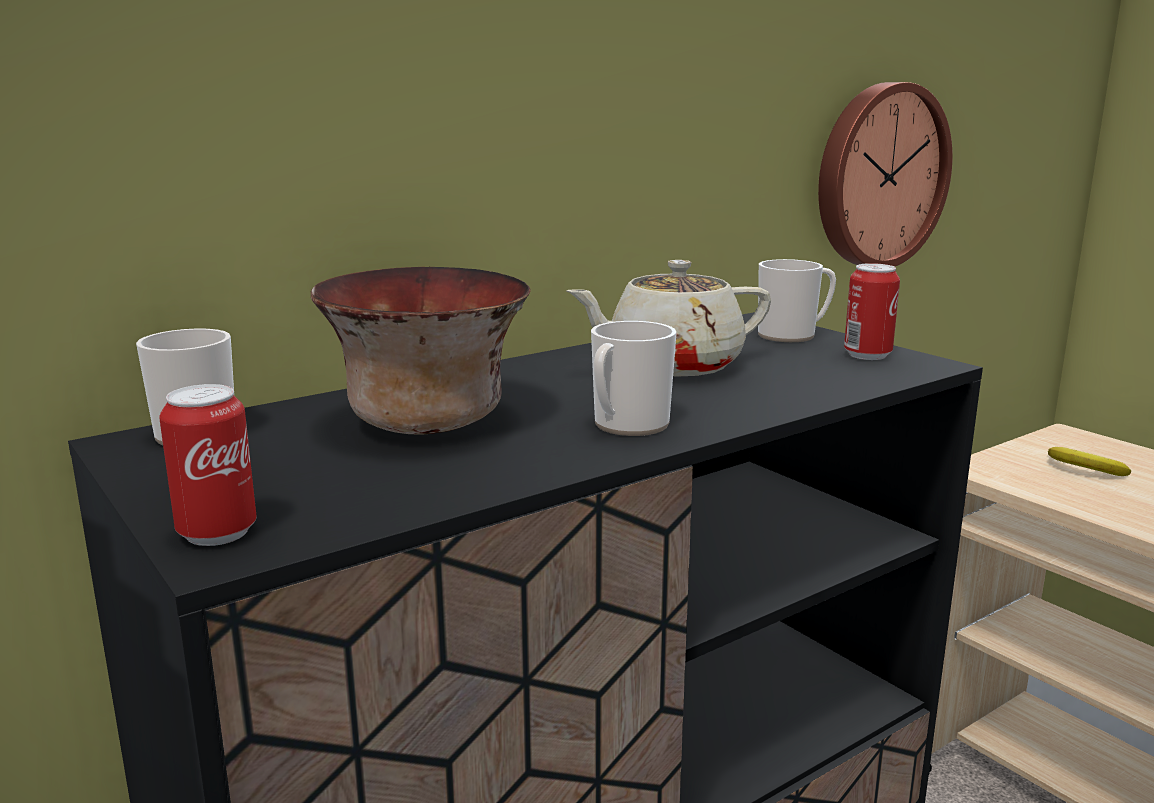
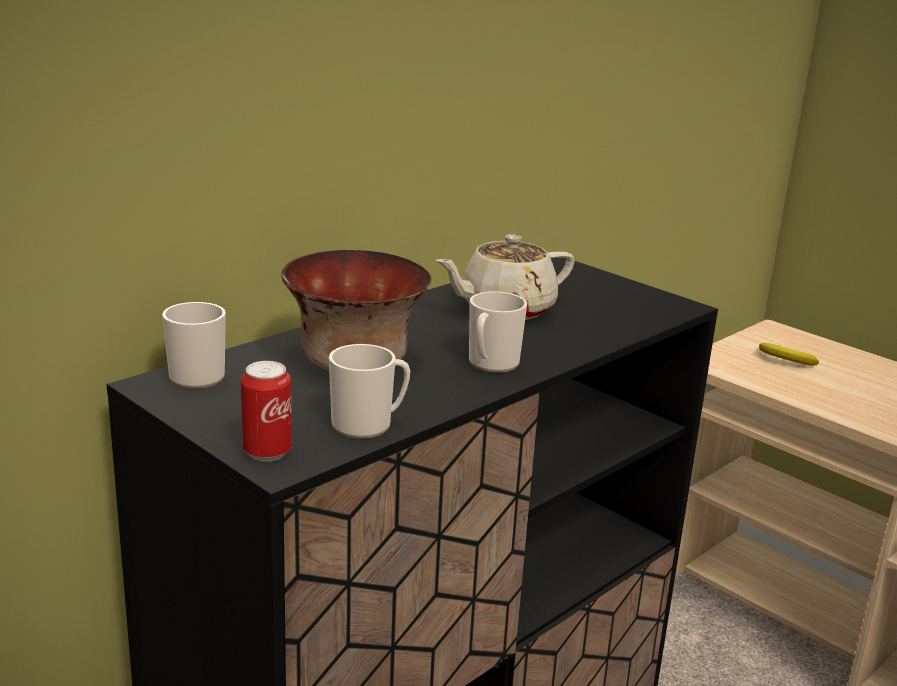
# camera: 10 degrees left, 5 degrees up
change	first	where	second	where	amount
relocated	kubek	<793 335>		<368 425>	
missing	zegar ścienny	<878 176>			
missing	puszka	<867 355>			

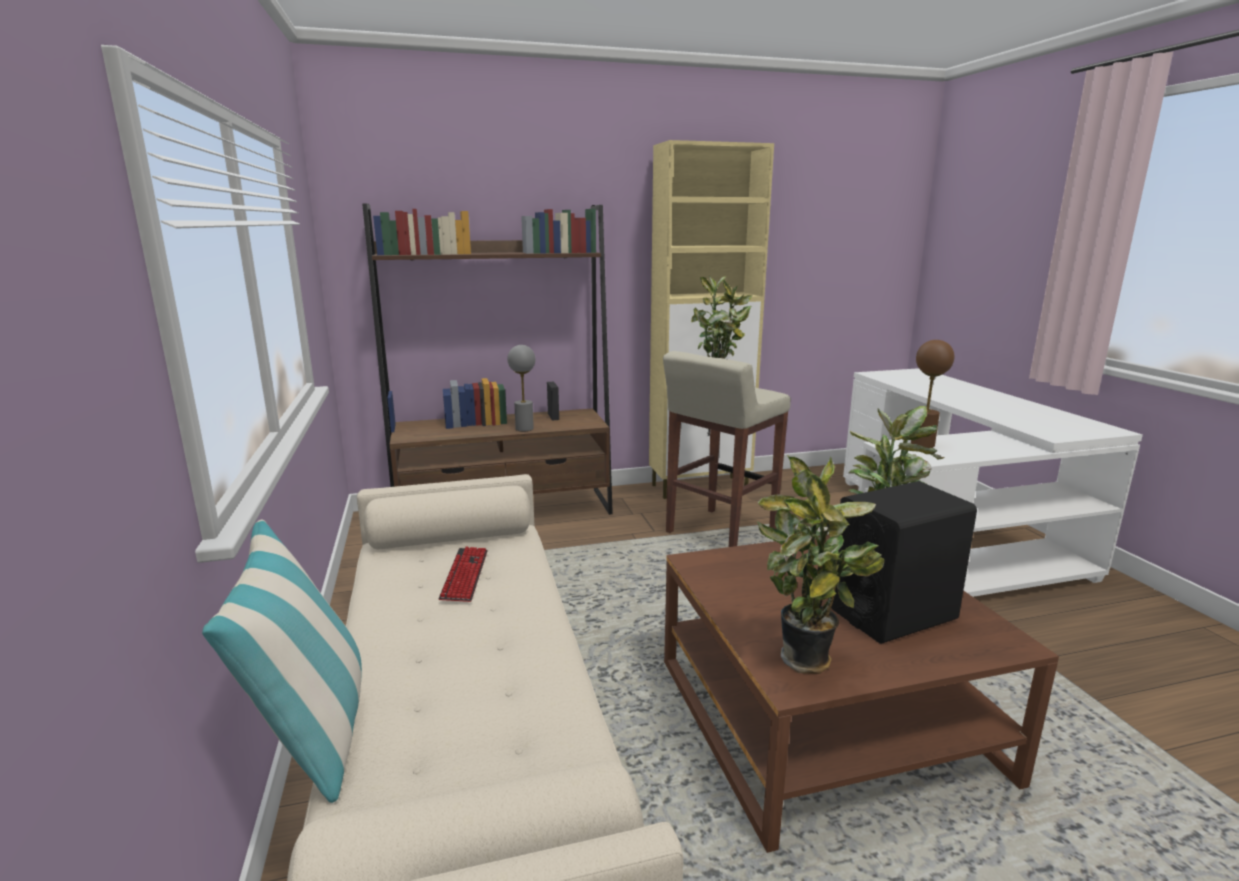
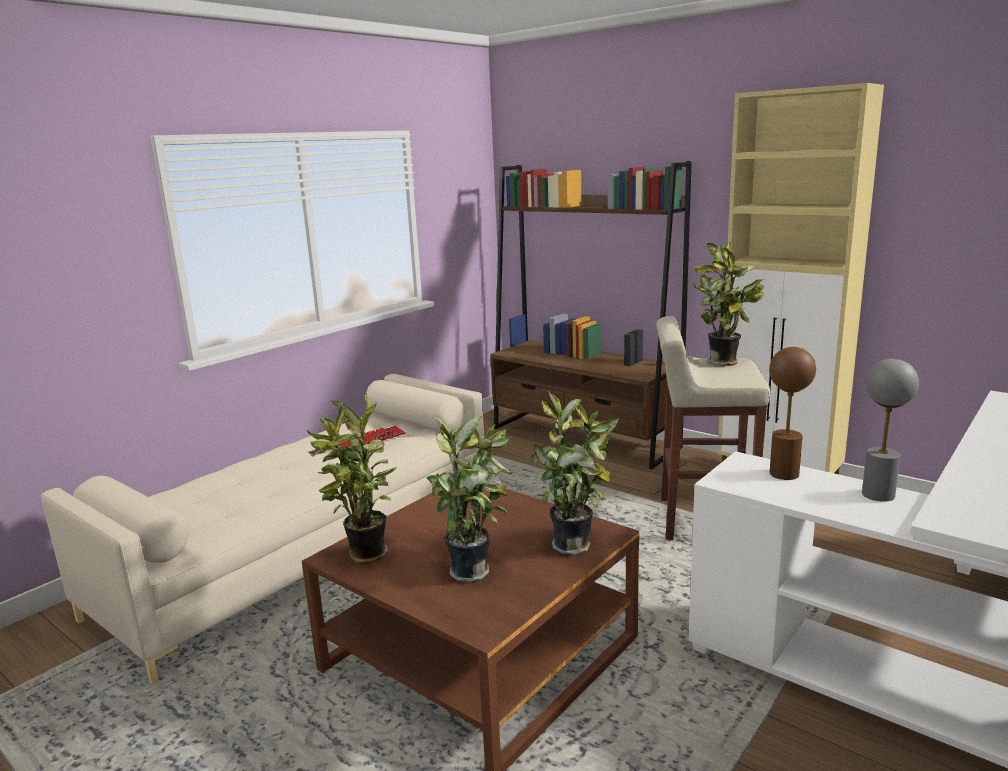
# camera: 55 degrees right, 0 degrees up
change	first	where	second	where	amount
missing	poduszka	<313 734>			
relocated	lampa stołowa [szary]	<524 428>		<877 494>	
exchanged	głośnik [czarny]	<893 614>	roślina doniczkowa	<474 570>	

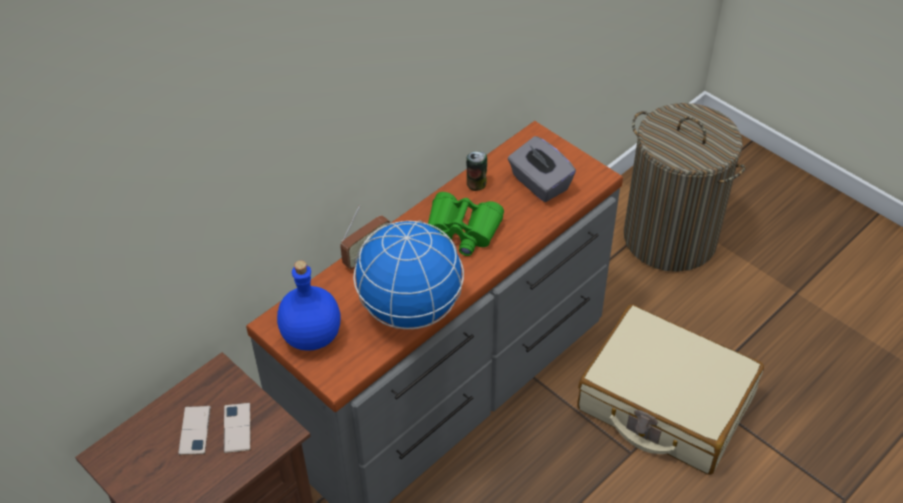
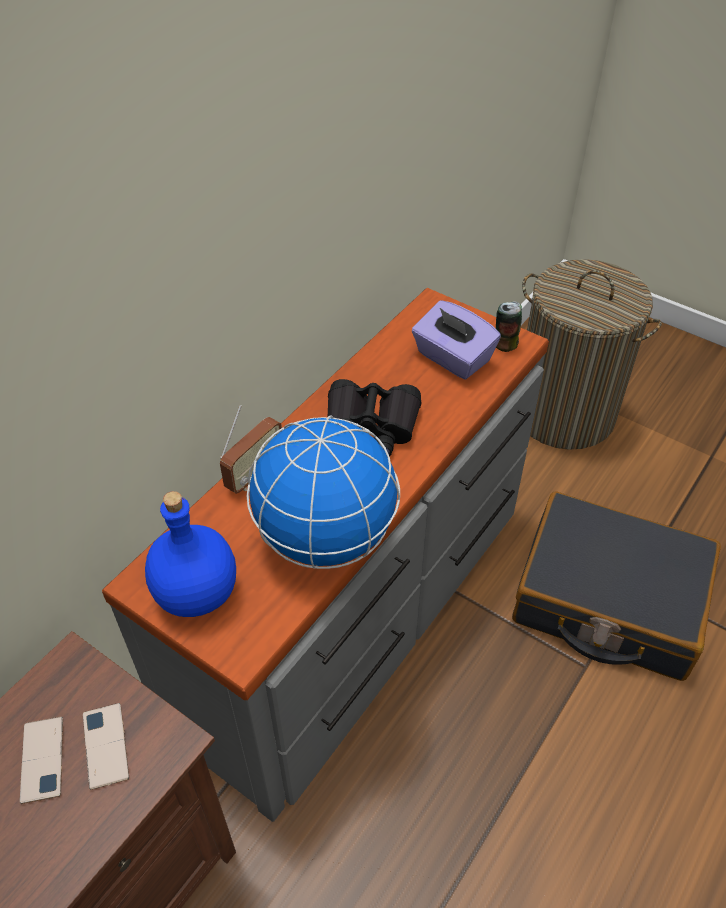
# camera: 10 degrees left, 0 degrees up
change	first	where	second	where	amount
colour	lornetka [zielony]	<462 231>	lornetka [czarny]	<371 427>	
relocated	puszka	<476 184>		<505 344>	
colour	pudełko chusteczek [szary]	<539 183>	pudełko chusteczek [fioletowy]	<452 358>	
colour	walizka [beżowy]	<665 403>	walizka [czarny]	<608 600>	

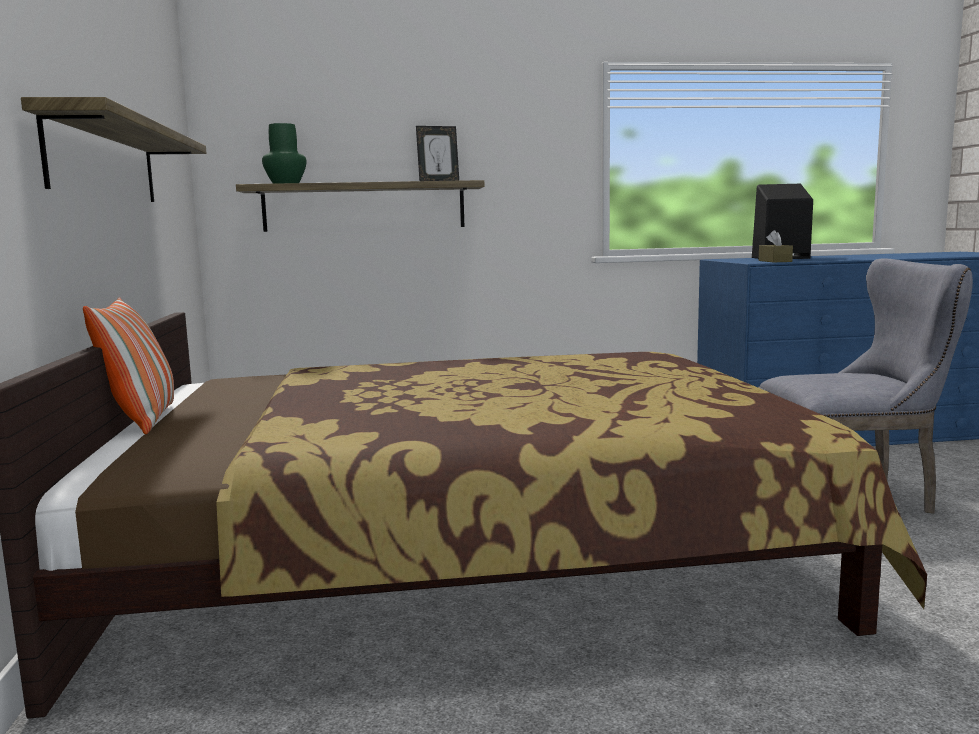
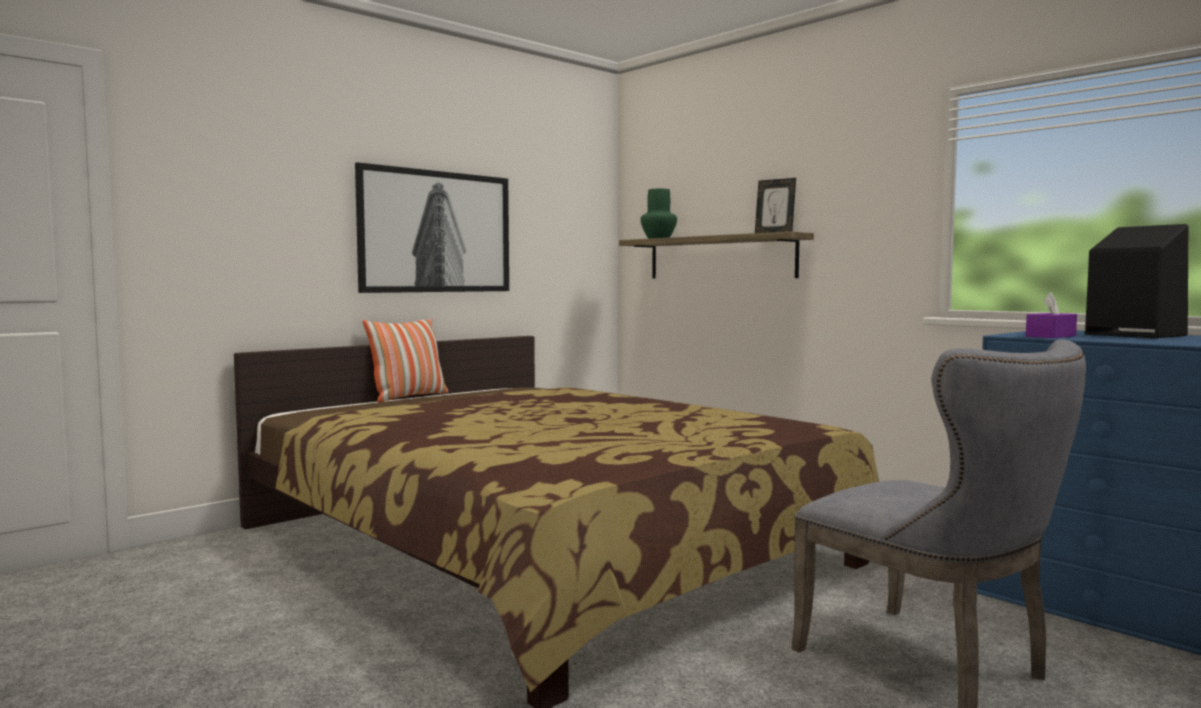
# camera: 55 degrees right, 5 degrees down
change	first	where	second	where	amount
exchanged	półka	<105 162>	obraz	<435 232>	
colour	pudełko chusteczek [brązowy]	<775 261>	pudełko chusteczek [fioletowy]	<1050 336>	

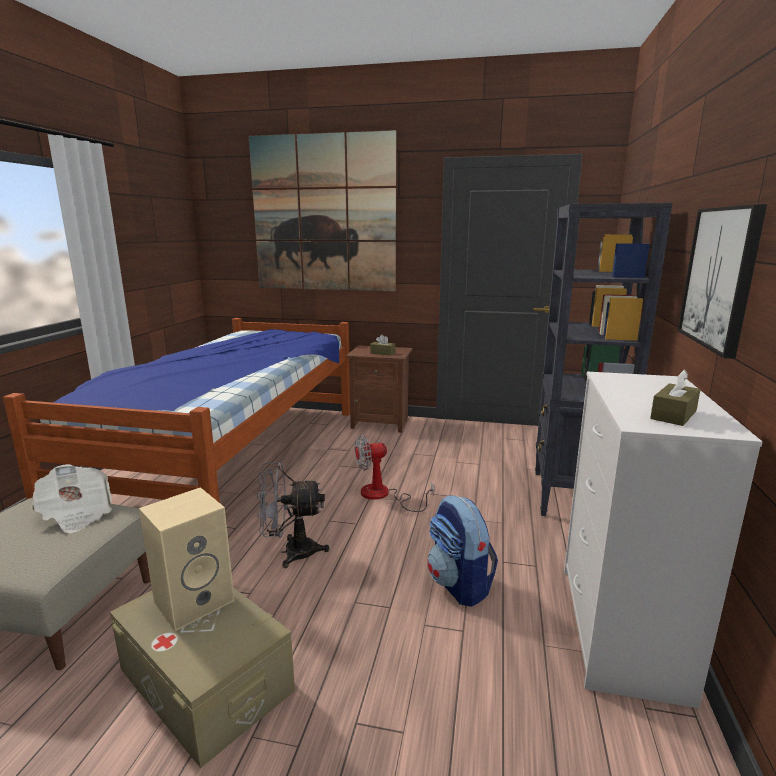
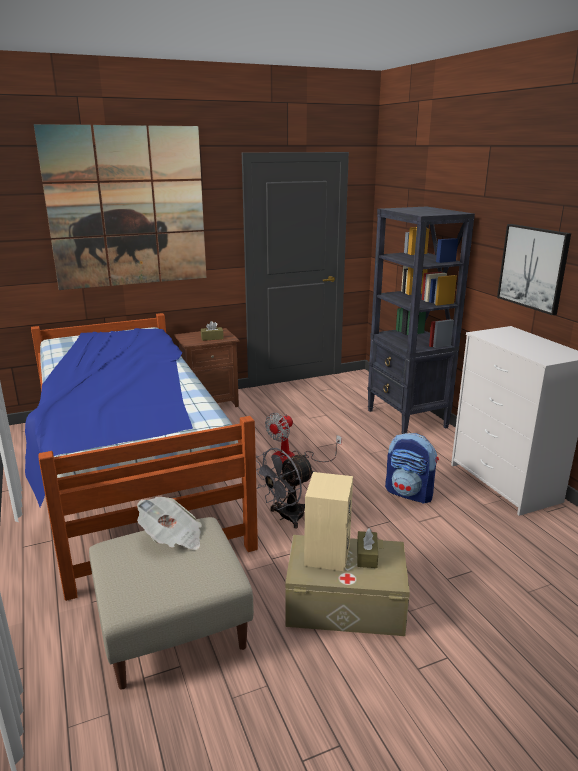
# camera: 35 degrees left, 5 degrees up
change	first	where	second	where	amount
relocated	pudełko chusteczek [brązowy]	<673 415>		<367 555>	

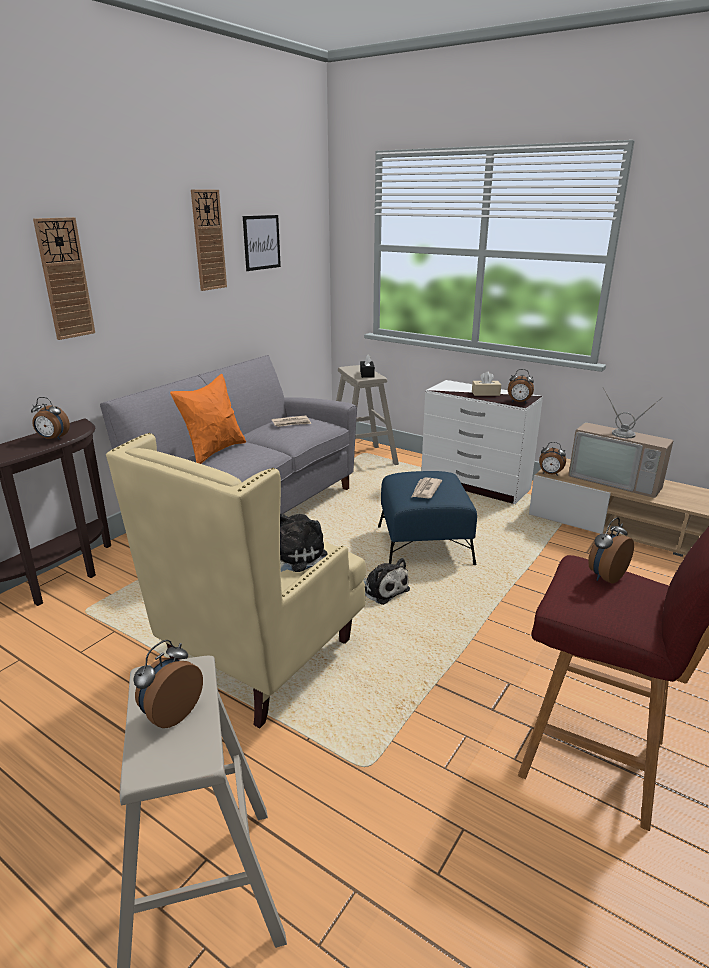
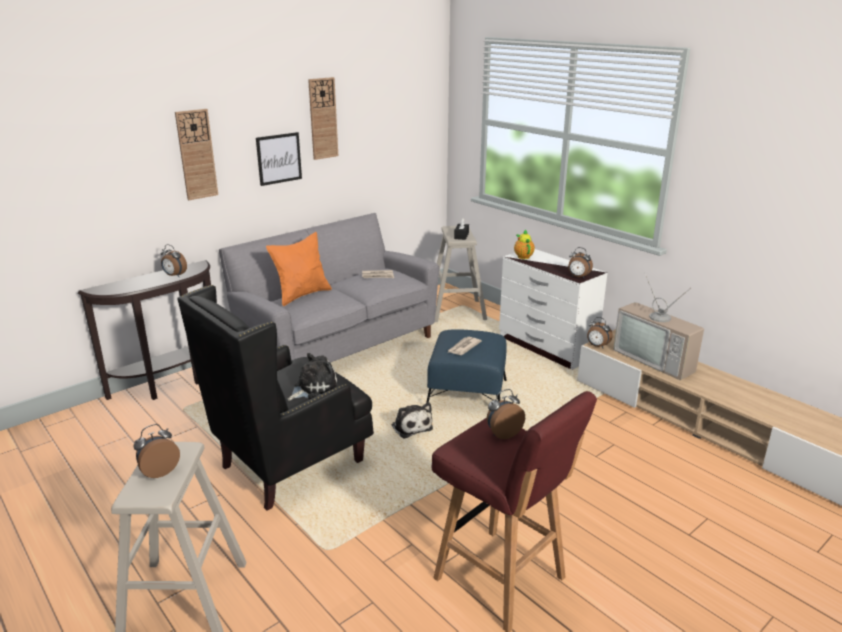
# camera: 15 degrees right, 0 degrees up
change	first	where	second	where	amount
colour	fotel [beżowy]	<262 661>	fotel [czarny]	<290 465>	
relocated	obraz	<261 242>		<279 158>	
missing	pudełko chusteczek [beżowy]	<485 393>			
appeared			imbryk	<523 256>	

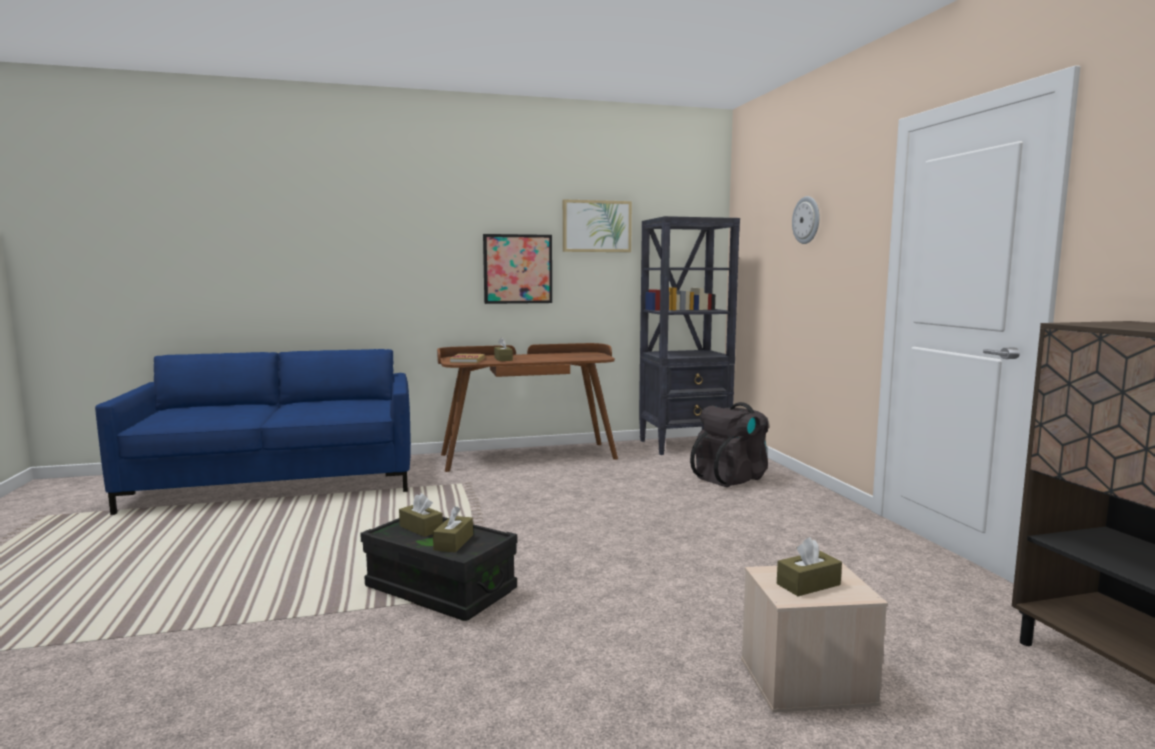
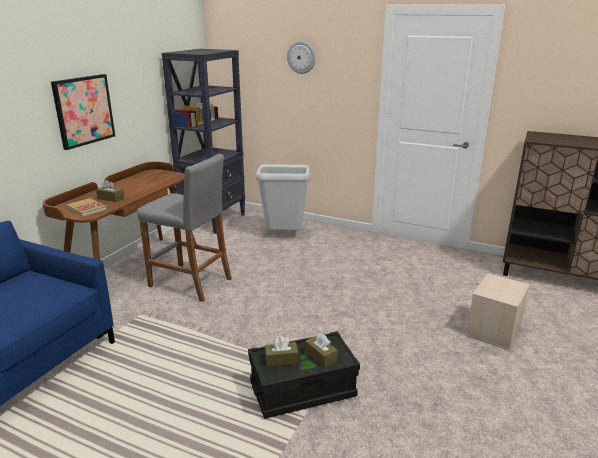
# camera: 50 degrees left, 15 degrees up
change	first	where	second	where	amount
missing	obraz	<596 226>			
exchanged	plecak [czarny]	<731 478>	kosz na śmieci [szary]	<283 236>	
missing	pudełko chusteczek [brązowy]	<808 584>			
appeared			stołek [szary]	<191 282>	

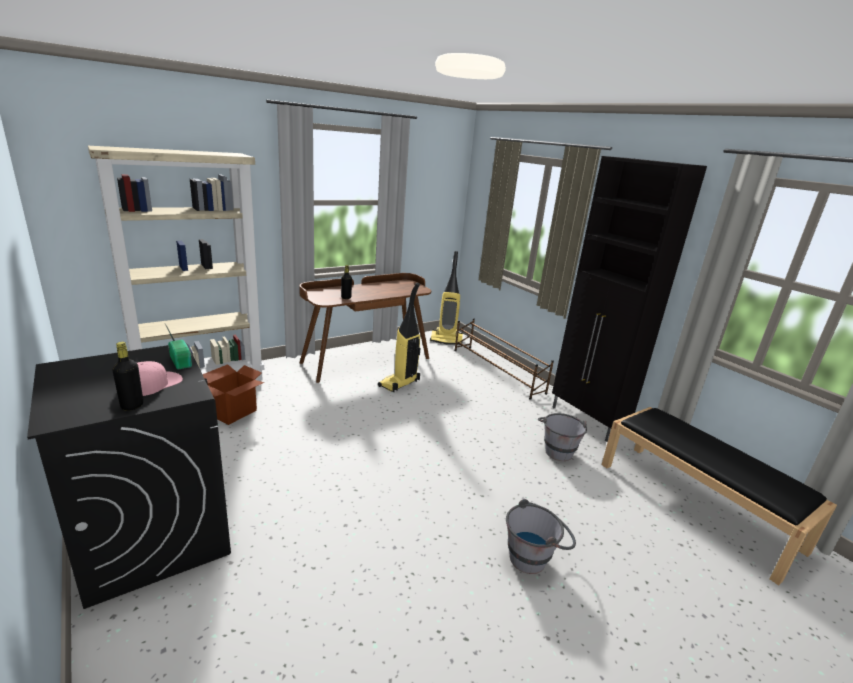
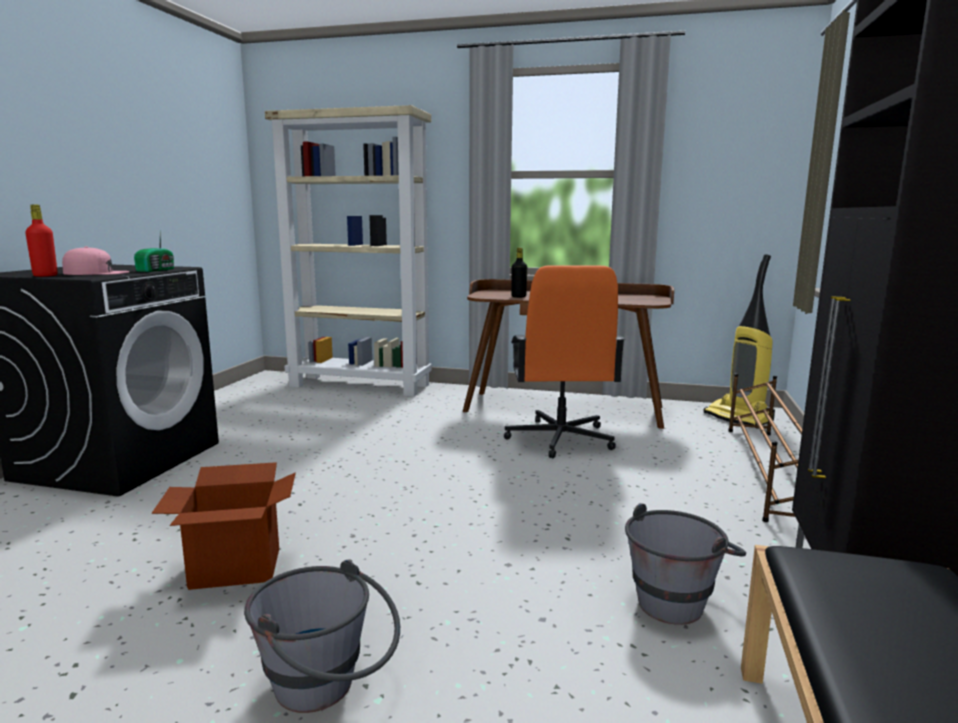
# camera: 50 degrees right, 10 degrees down
change	first	where	second	where	amount
colour	butelka [czarny]	<132 406>	butelka [czerwony]	<45 276>	
relocated	karton	<233 413>		<235 569>	
exchanged	odkurzacz	<399 384>	krzesło biurowe [pomarańczowy]	<560 439>	

